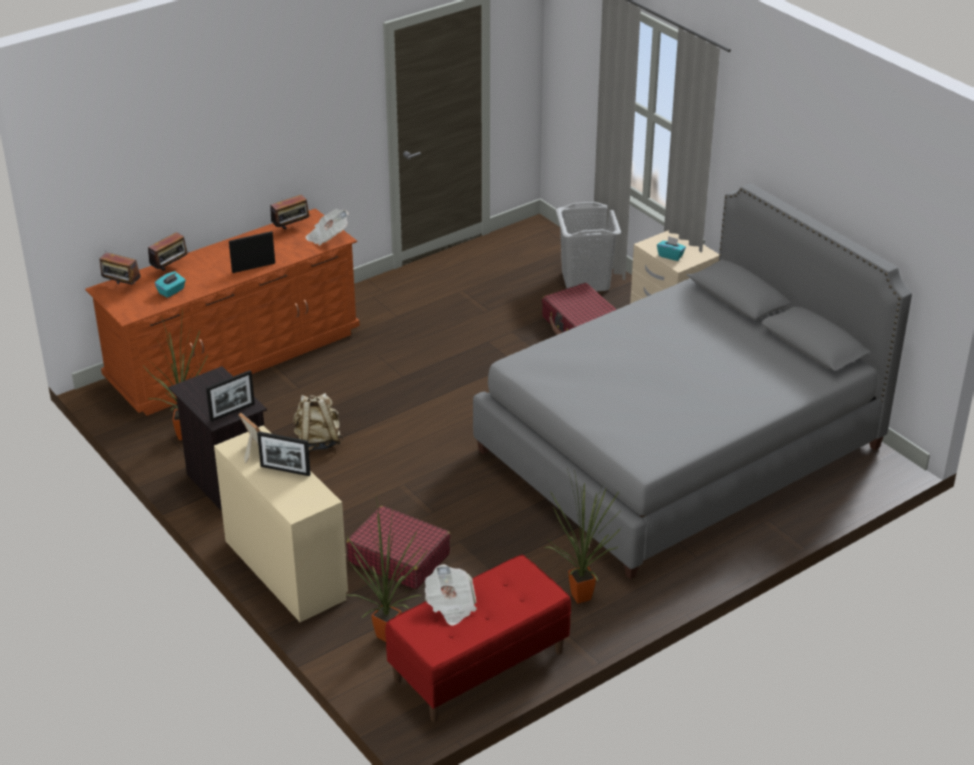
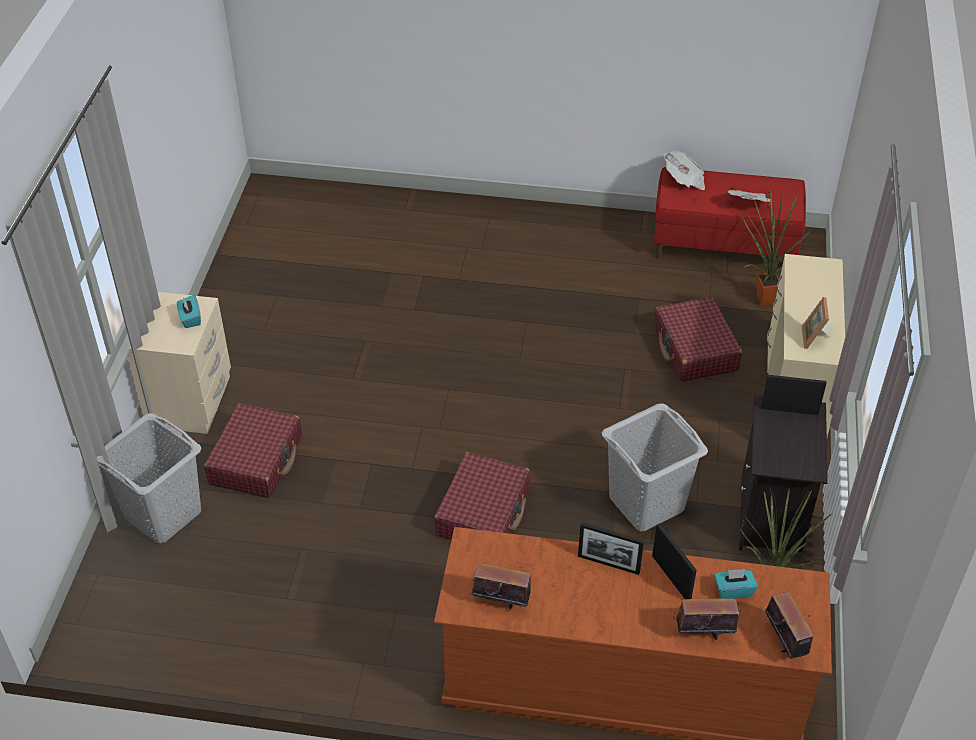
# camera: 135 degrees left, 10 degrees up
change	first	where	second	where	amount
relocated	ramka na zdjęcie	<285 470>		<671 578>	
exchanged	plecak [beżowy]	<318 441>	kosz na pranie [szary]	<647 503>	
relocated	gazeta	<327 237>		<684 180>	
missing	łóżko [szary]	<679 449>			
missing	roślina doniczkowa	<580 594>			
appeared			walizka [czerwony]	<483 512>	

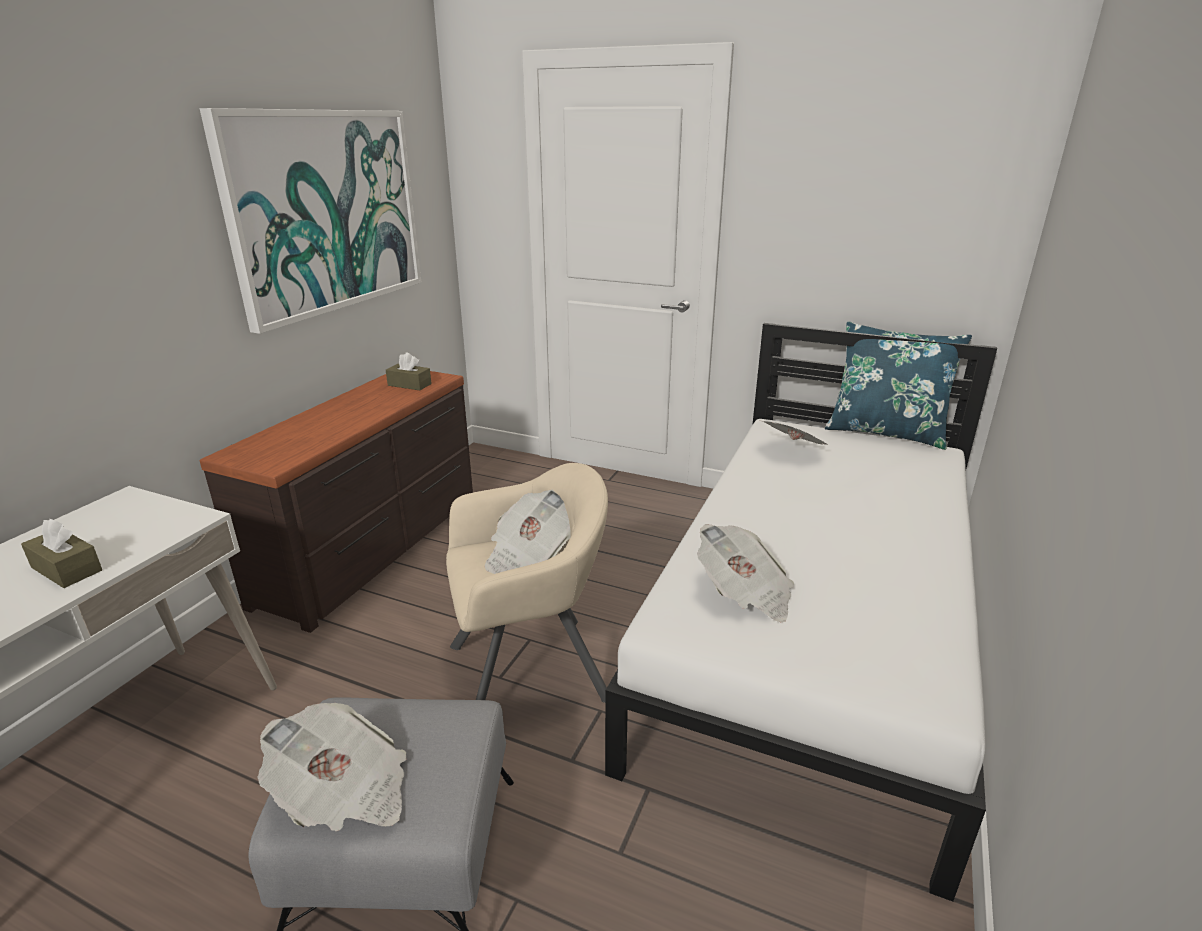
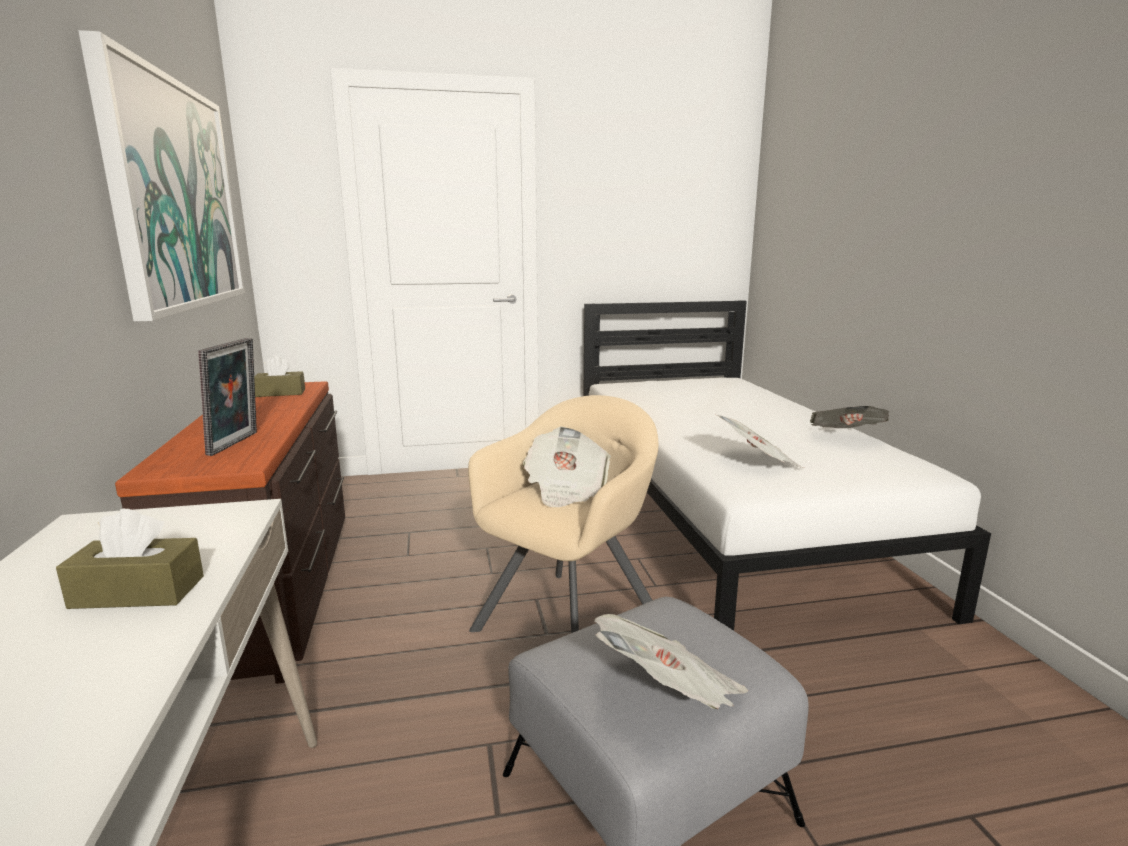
# camera: 35 degrees left, 10 degrees down
change	first	where	second	where	amount
relocated	gazeta	<794 451>		<845 438>	
missing	poduszka [niebieski]	<885 432>			
appeared			ramka na zdjęcie	<237 443>	

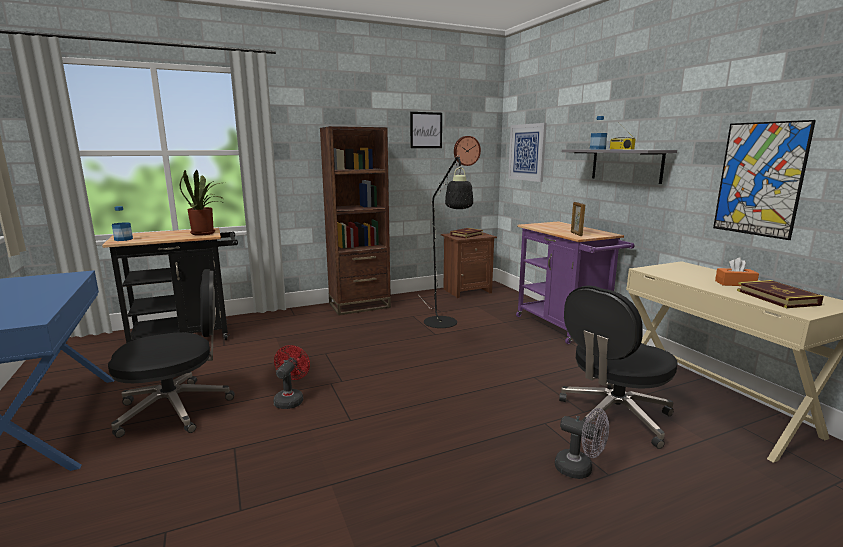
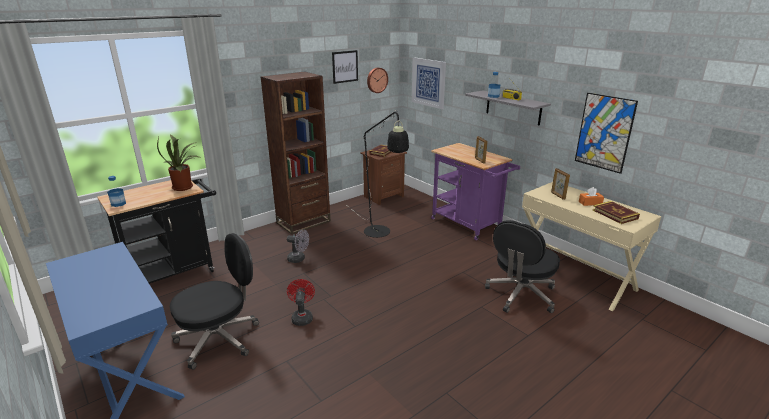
# camera: 15 degrees left, 10 degrees up
change	first	where	second	where	amount
relocated	wentylator [szary]	<579 469>		<299 259>	
appeared			ramka na zdjęcie	<558 196>	

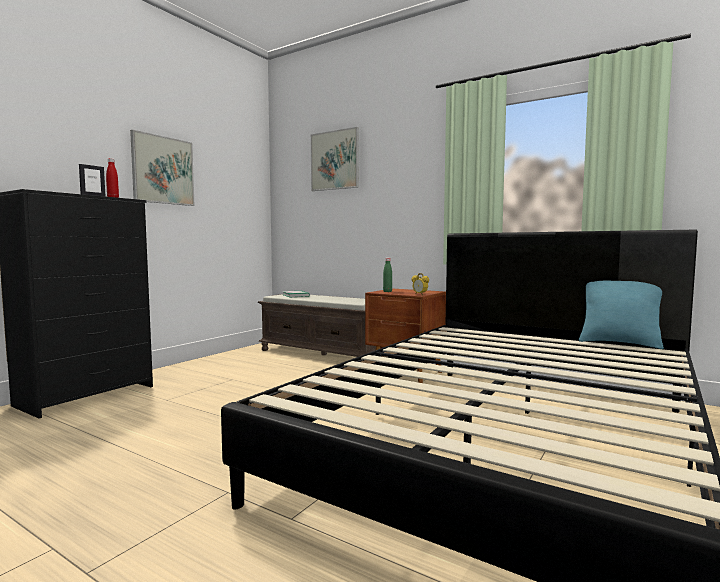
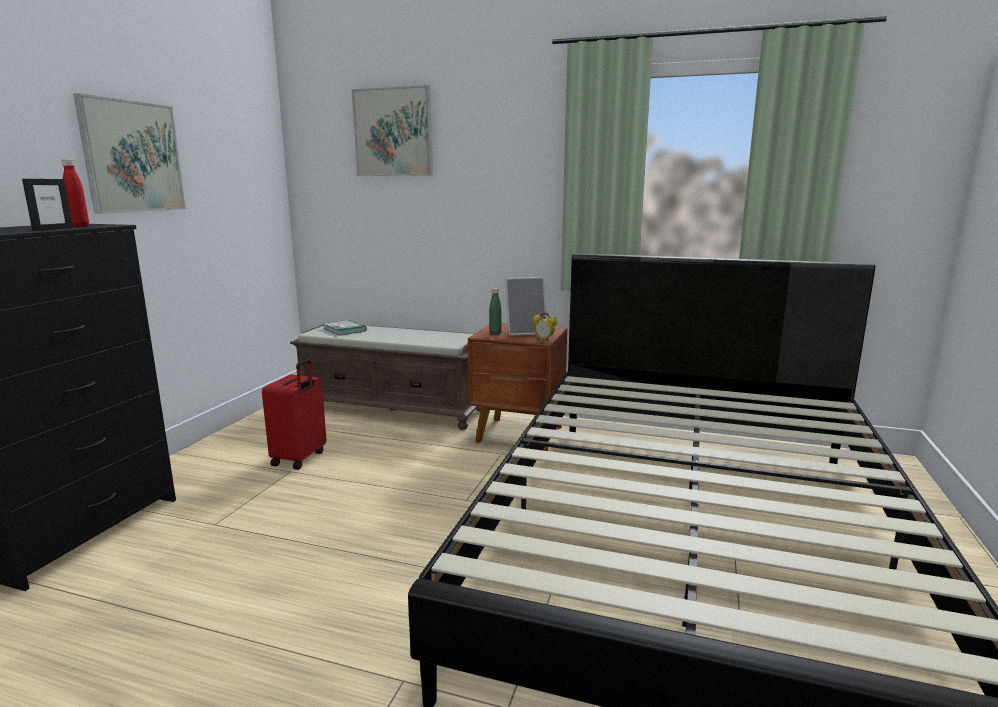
# camera: 15 degrees left, 10 degrees up
change	first	where	second	where	amount
missing	poduszka [turkusowy]	<619 343>			
appeared			walizka [czerwony]	<300 458>	
appeared			ramka na zdjęcie	<525 332>	

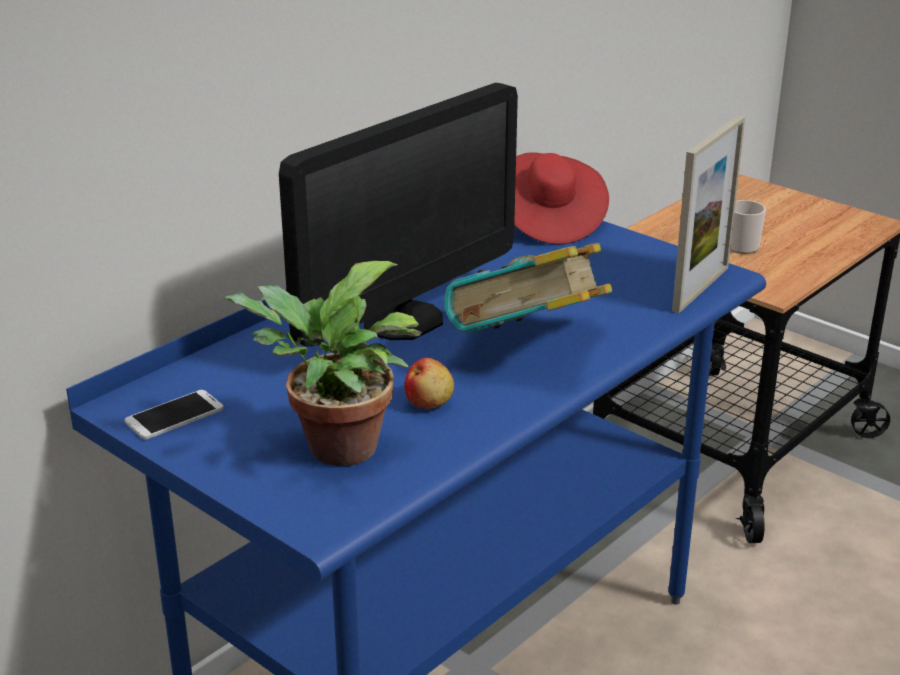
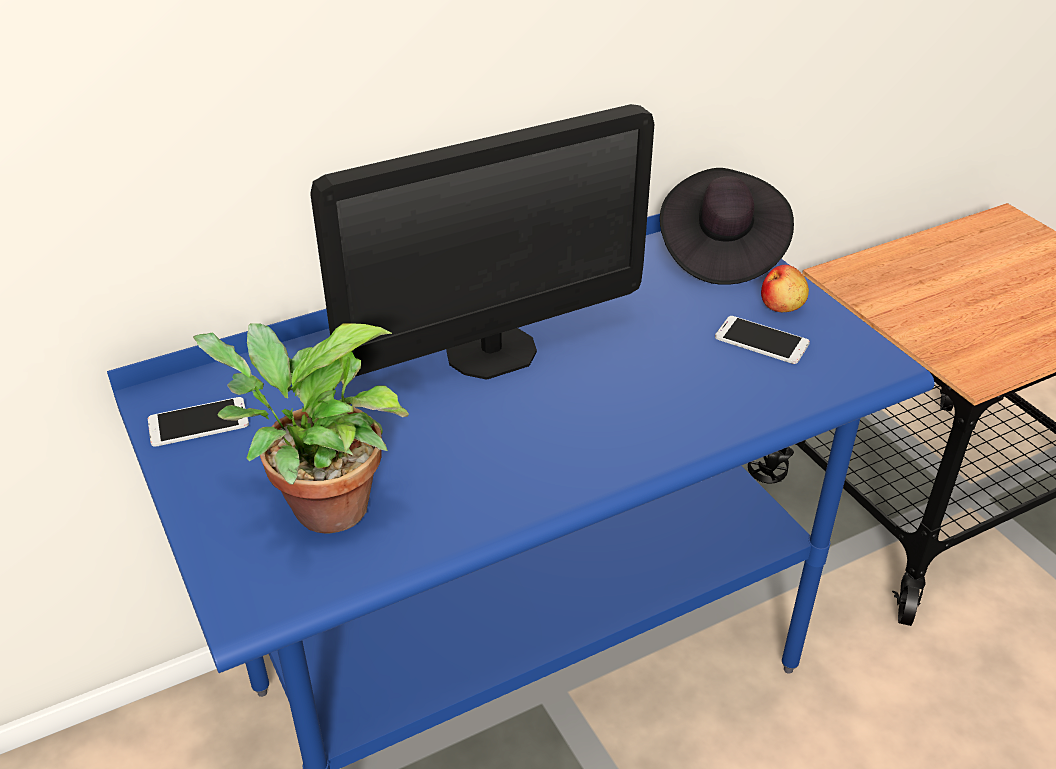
# camera: 20 degrees right, 10 degrees up
change	first	where	second	where	amount
relocated	jabłko	<429 402>		<782 306>	
missing	książka	<528 349>			
colour	kapelusz [czerwony]	<548 222>	kapelusz [czarny]	<720 252>	
missing	ramka na zdjęcie	<700 289>			
missing	kubek	<739 245>			
appeared			telefon	<761 341>	

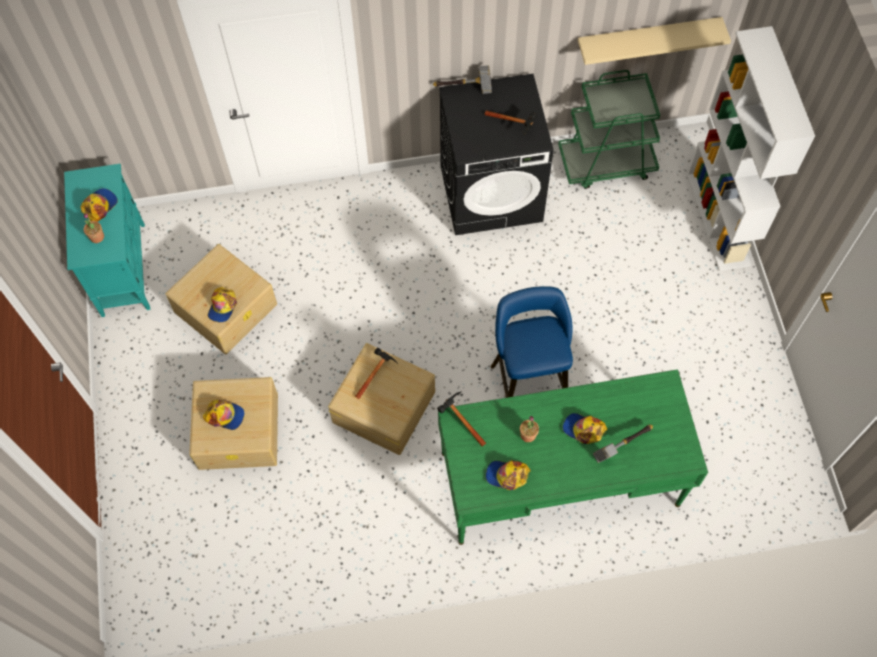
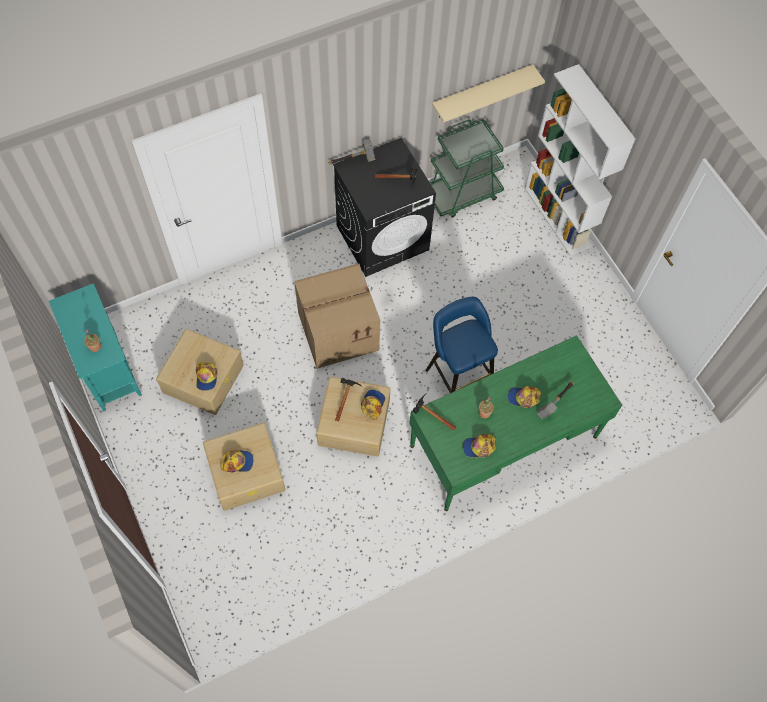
# camera: 20 degrees left, 0 degrees up
change	first	where	second	where	amount
relocated	czapka z daszkiem	<99 206>		<372 404>	
appeared			karton	<339 330>	

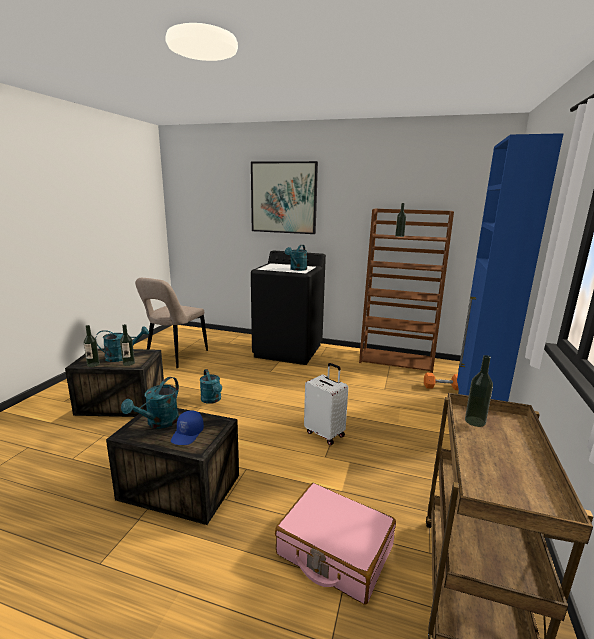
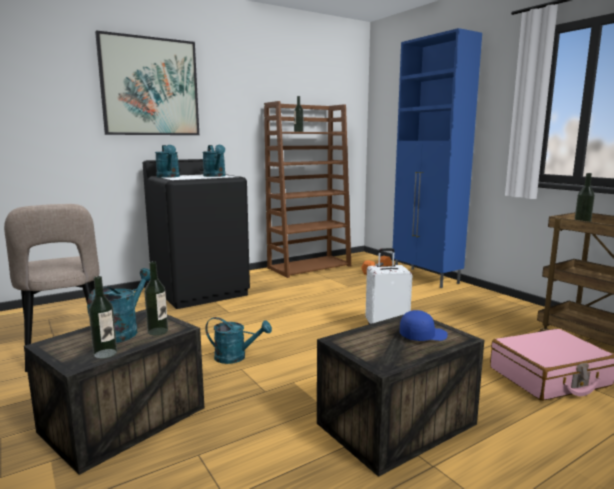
# camera: 50 degrees left, 5 degrees down
change	first	where	second	where	amount
relocated	konewka [turkusowy]	<158 423>		<169 177>	
spun	czapka z daszkiem [niebieski]	<188 434>		<422 336>	75 degrees counterclockwise

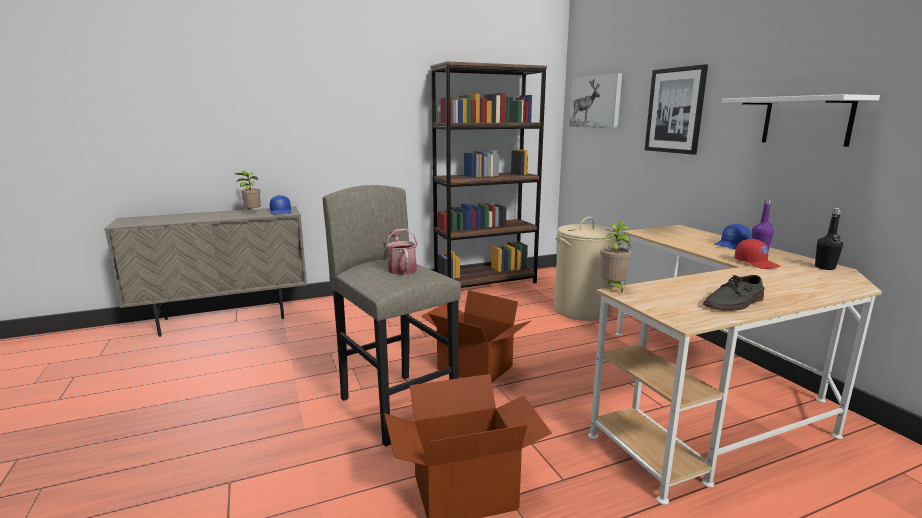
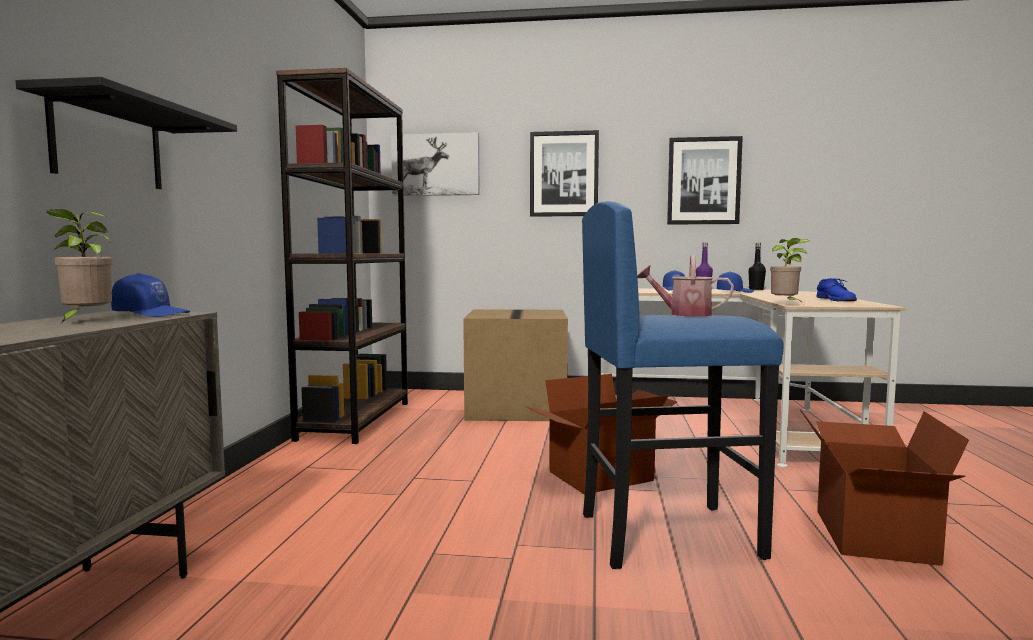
# camera: 60 degrees left, 10 degrees down
change	first	where	second	where	amount
colour	stołek [szary]	<398 406>	stołek [niebieski]	<667 534>	
exchanged	kosz na pranie [beżowy]	<582 310>	karton	<515 407>	
colour	but [szary]	<734 303>	but [niebieski]	<836 299>	
exchanged	półka [biały]	<806 121>	obraz	<703 181>	
colour	czapka z daszkiem [czerwony]	<756 263>	czapka z daszkiem [niebieski]	<734 292>	
appeared			półka [czarny]	<108 144>	

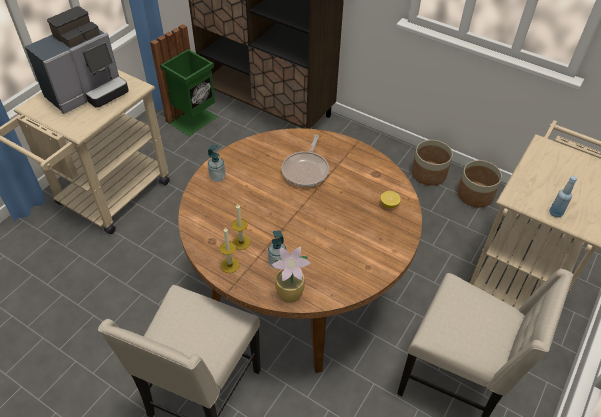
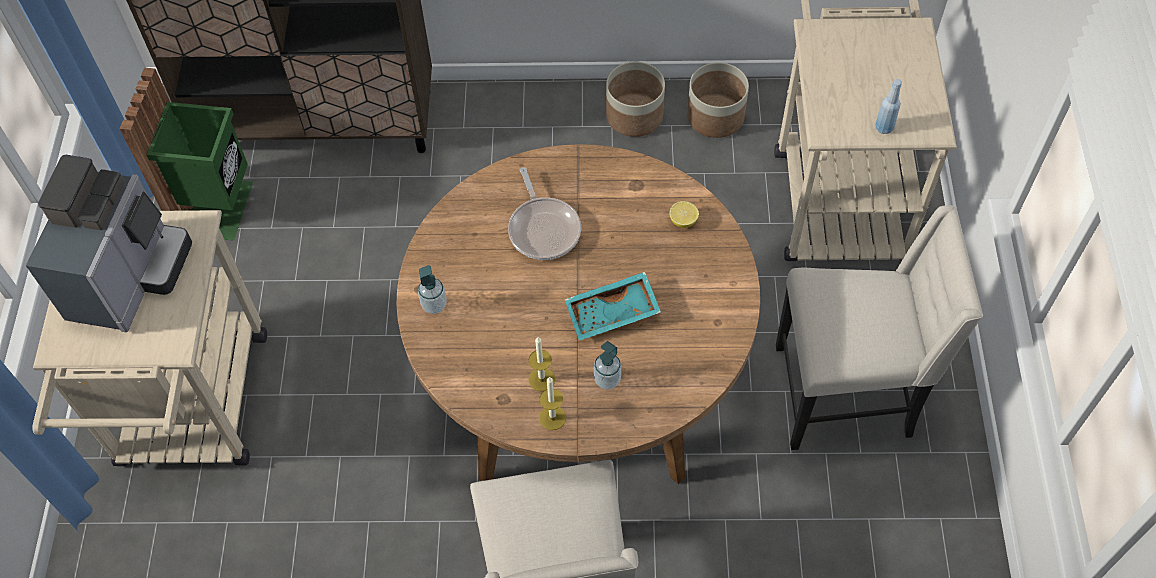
# camera: 30 degrees left, 10 degrees up
change	first	where	second	where	amount
missing	roślina doniczkowa	<291 294>			
appeared			taca [turkusowy]	<612 314>	

